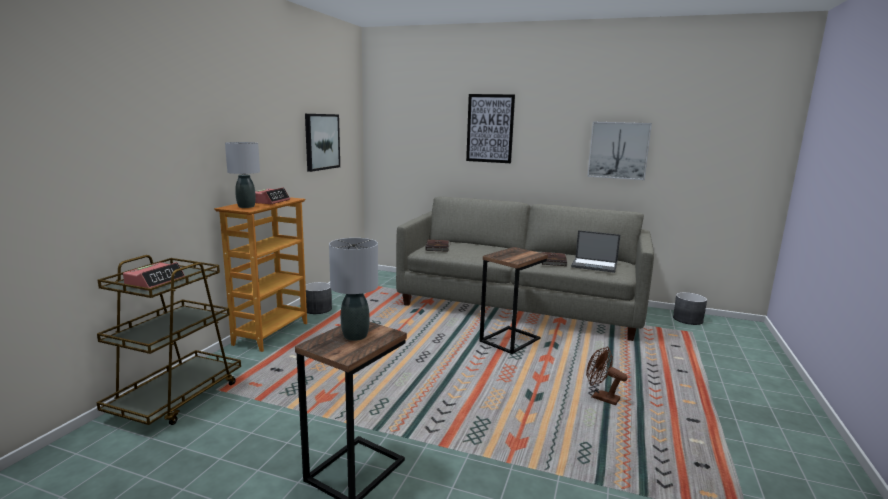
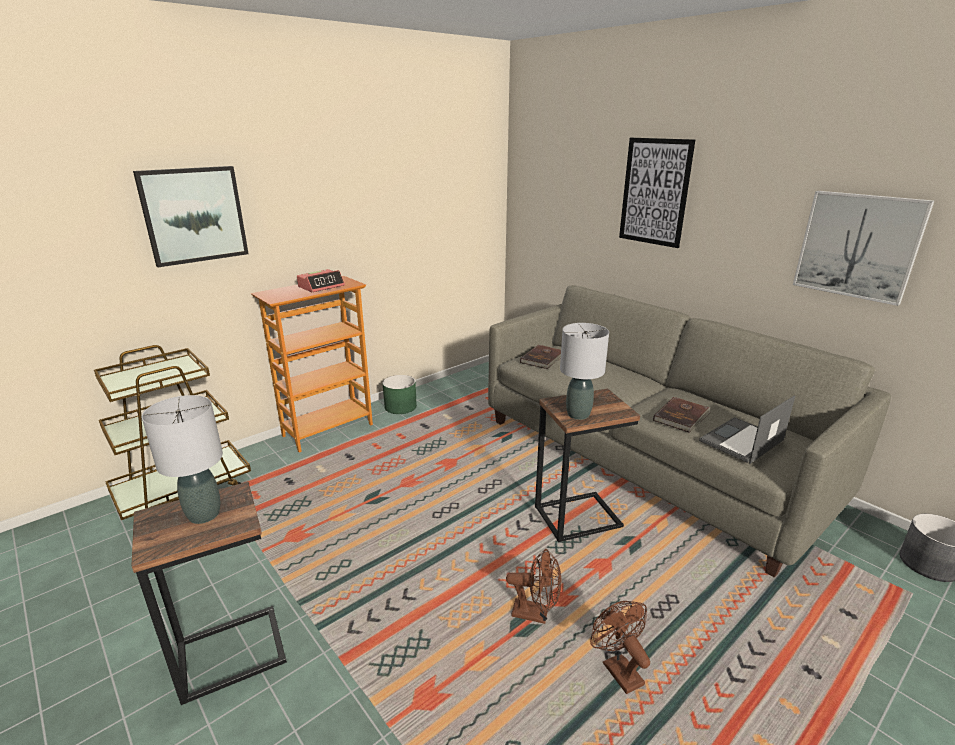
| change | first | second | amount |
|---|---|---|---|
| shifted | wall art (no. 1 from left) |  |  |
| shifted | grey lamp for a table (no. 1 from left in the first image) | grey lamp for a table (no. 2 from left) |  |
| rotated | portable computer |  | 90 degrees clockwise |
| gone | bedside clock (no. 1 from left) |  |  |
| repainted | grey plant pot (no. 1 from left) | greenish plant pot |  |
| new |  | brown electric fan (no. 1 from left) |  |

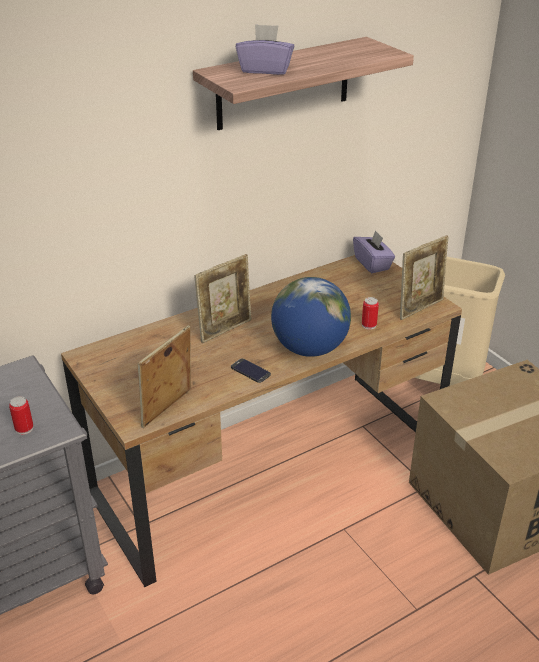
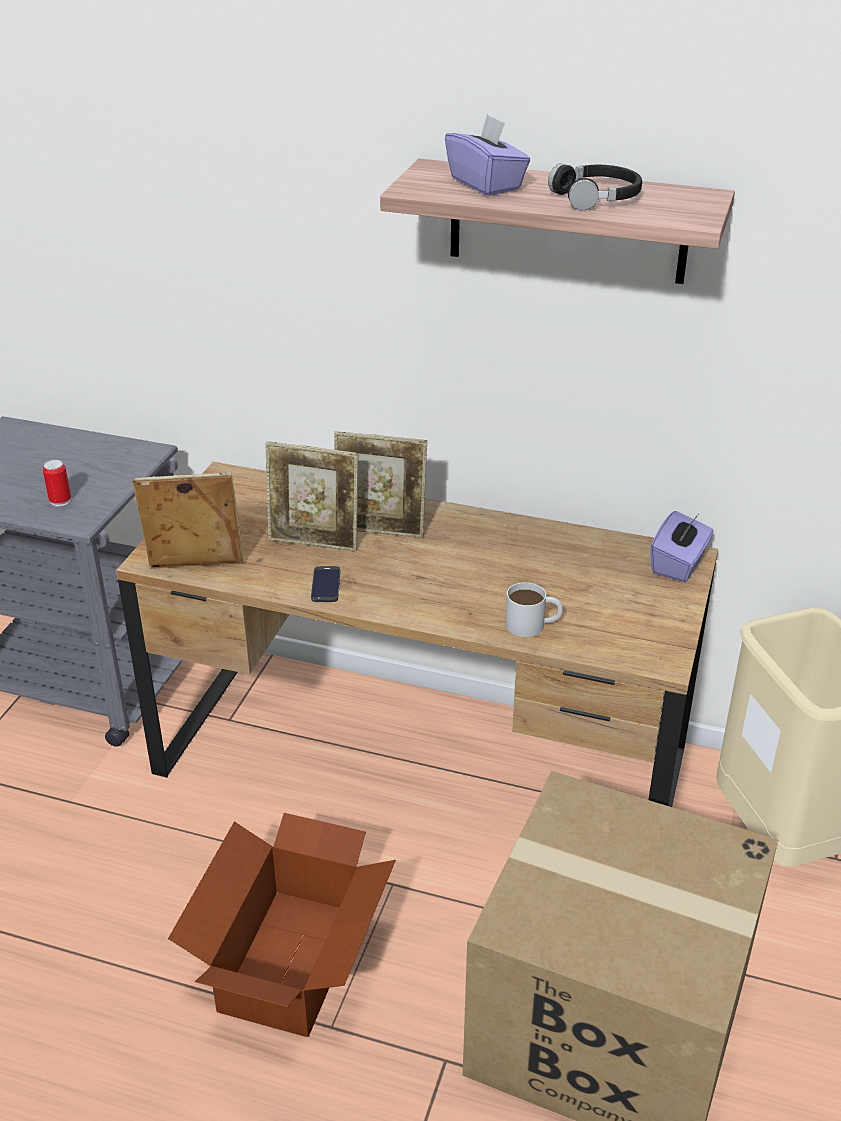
| change | first | second | amount |
|---|---|---|---|
| shifted | photo frame (no. 3 from left in the first image) | photo frame (no. 2 from left) |  |
| gone | globe |  |  |
| swapped | sealed can (no. 2 from left) | white mug |  |
| new |  | blackish headset |  |
| new |  | carton (no. 1 from left) |  |

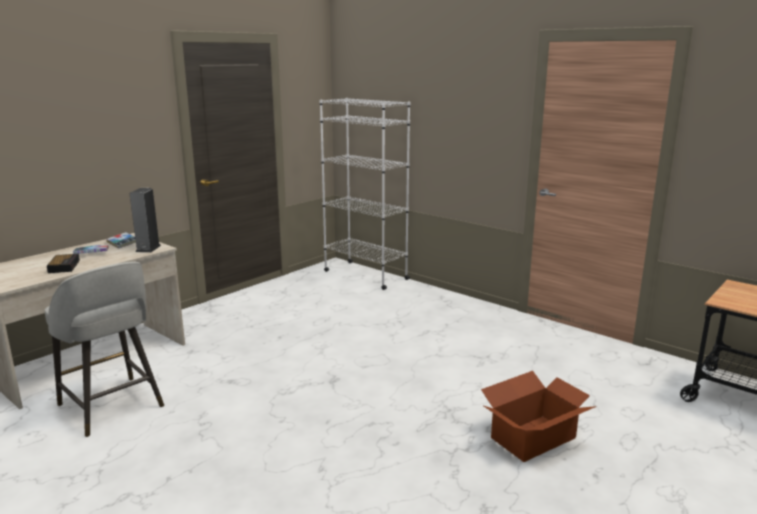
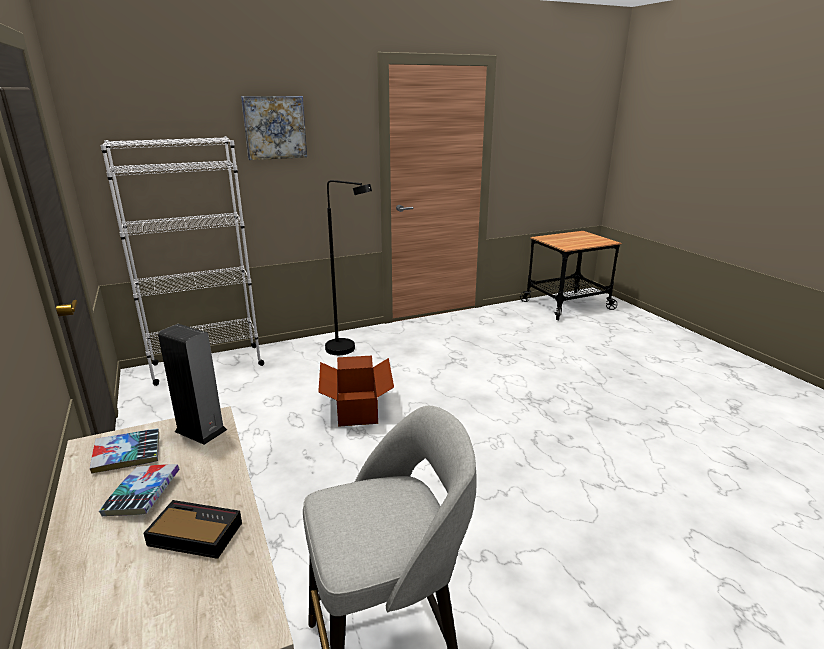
| change | first | second | amount |
|---|---|---|---|
| shifted | carton |  |  |
| new |  | wall art |  |
| new |  | blackish floor lamp |  |

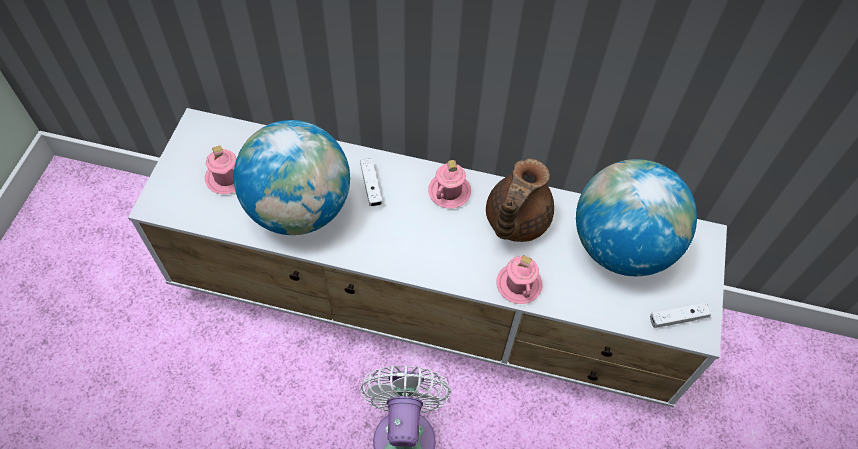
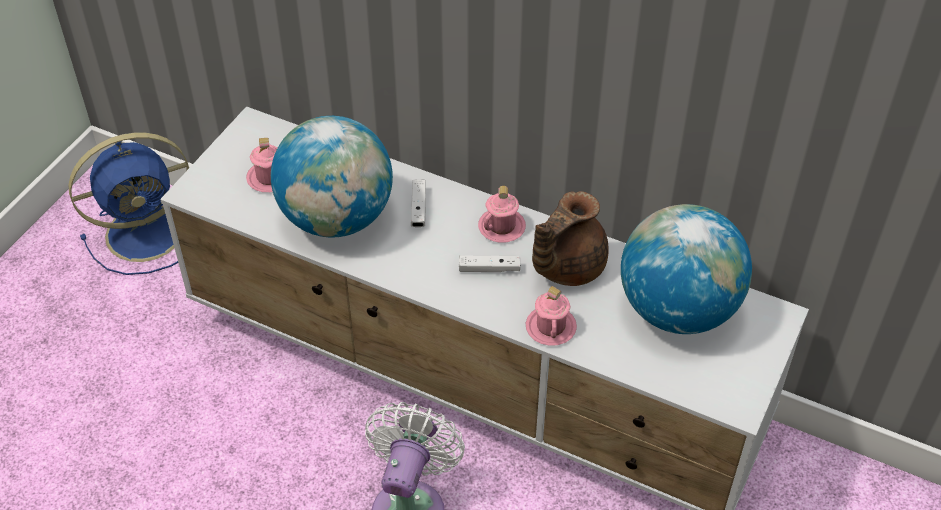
| change | first | second | amount |
|---|---|---|---|
| shifted | white gamepad (no. 2 from left) |  |  |
| new |  | blue-coloured electric fan |  |

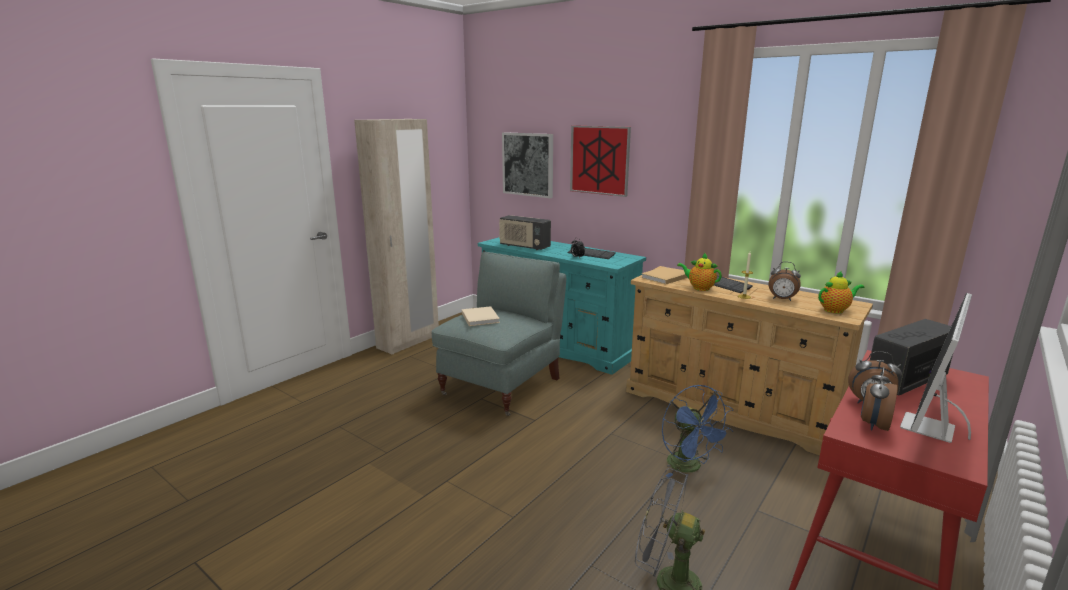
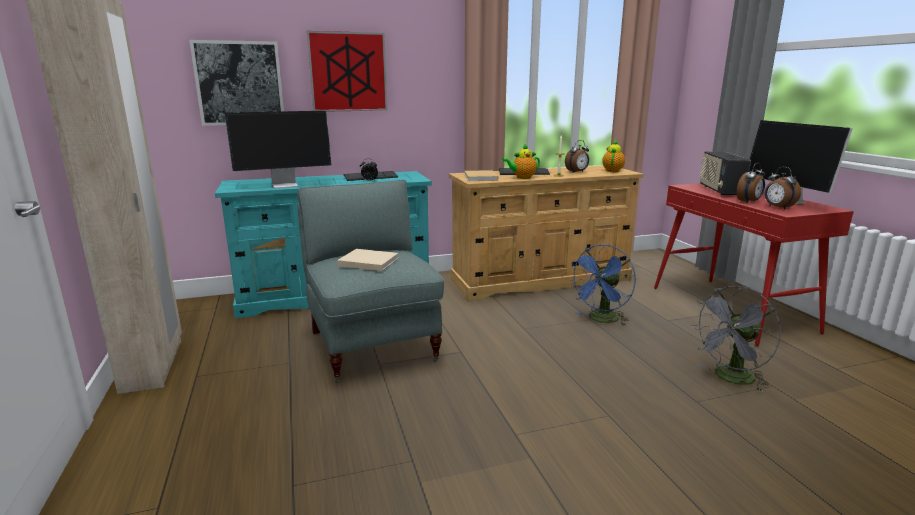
| change | first | second | amount |
|---|---|---|---|
| swapped | radio receiver (no. 1 from left) | monitor (no. 1 from left) |  |
| rotated | blue-coloured electric fan |  | 120 degrees clockwise |

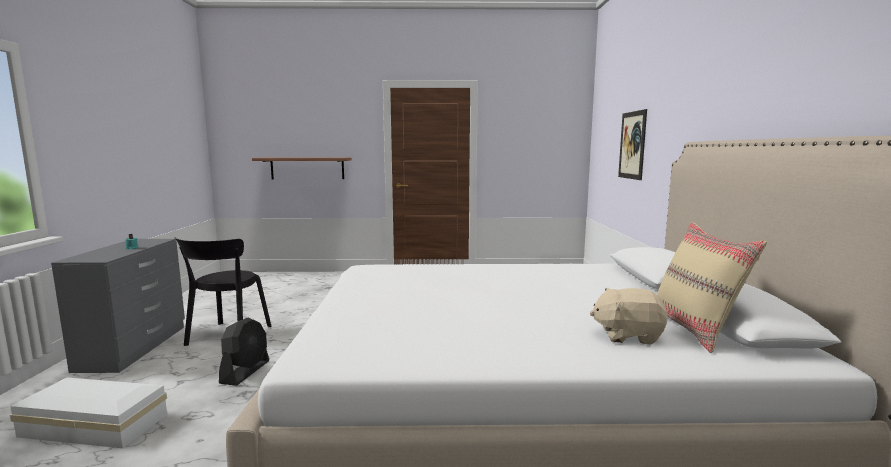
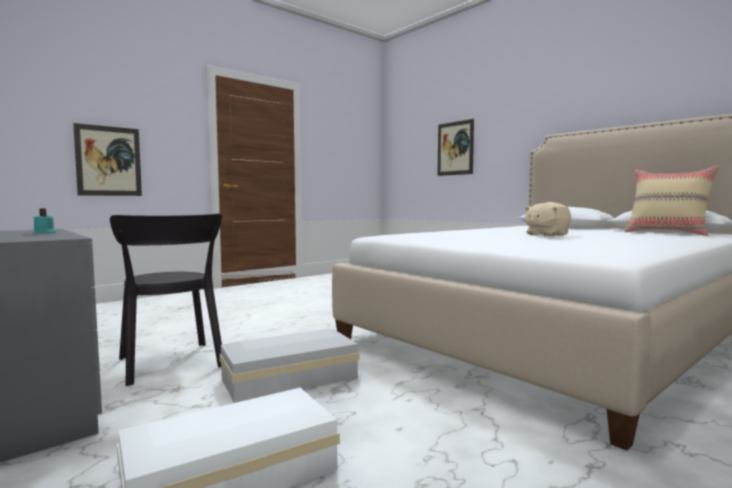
| change | first | second | amount |
|---|---|---|---|
| swapped | shelf | wall art (no. 1 from left) |  |
| shifted | sand-coloured cuddly toy |  |  |
| swapped | blackish electric fan | white storage box (no. 2 from left) |  |

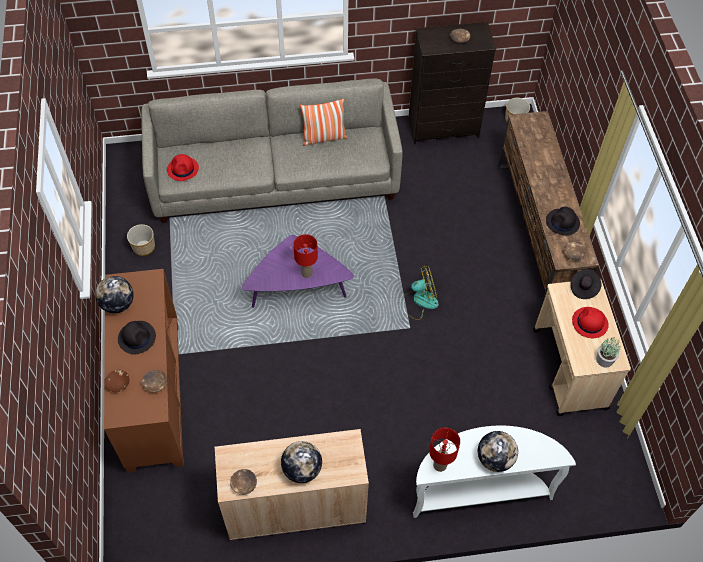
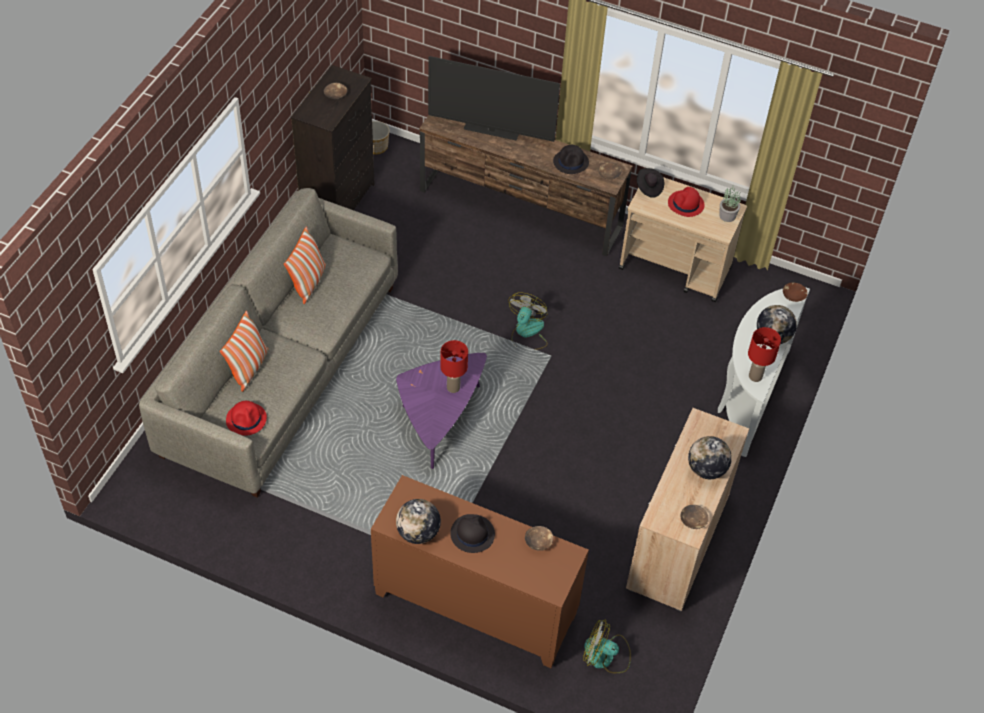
| change | first | second | amount |
|---|---|---|---|
| gone | plant pot (no. 1 from left) |  |  |
| shifted | brown deep dish (no. 1 from left in the first image) | brown deep dish (no. 5 from left) |  |
| new |  | TV |  |
| new |  | cushion (no. 1 from left) |  |
| new |  | electric fan (no. 2 from left) |  |

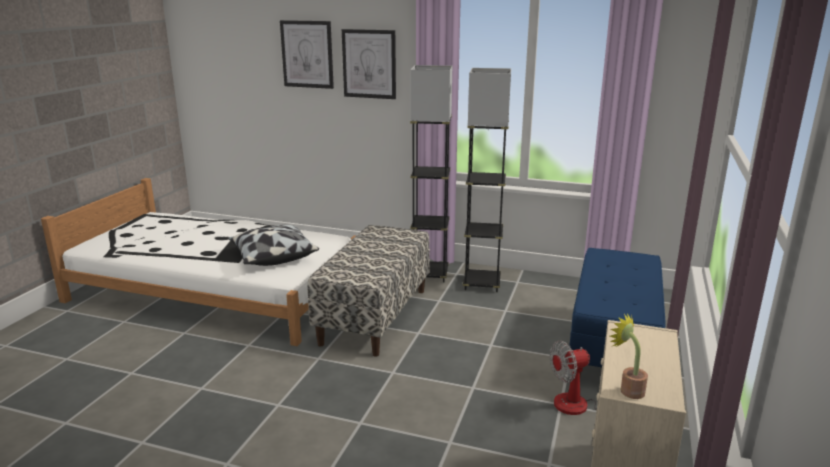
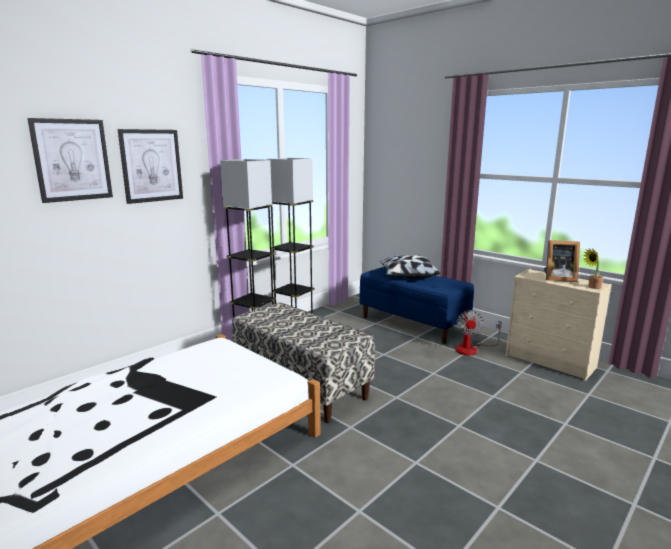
| change | first | second | amount |
|---|---|---|---|
| shifted | cushion |  |  |
| new |  | photo frame |  |

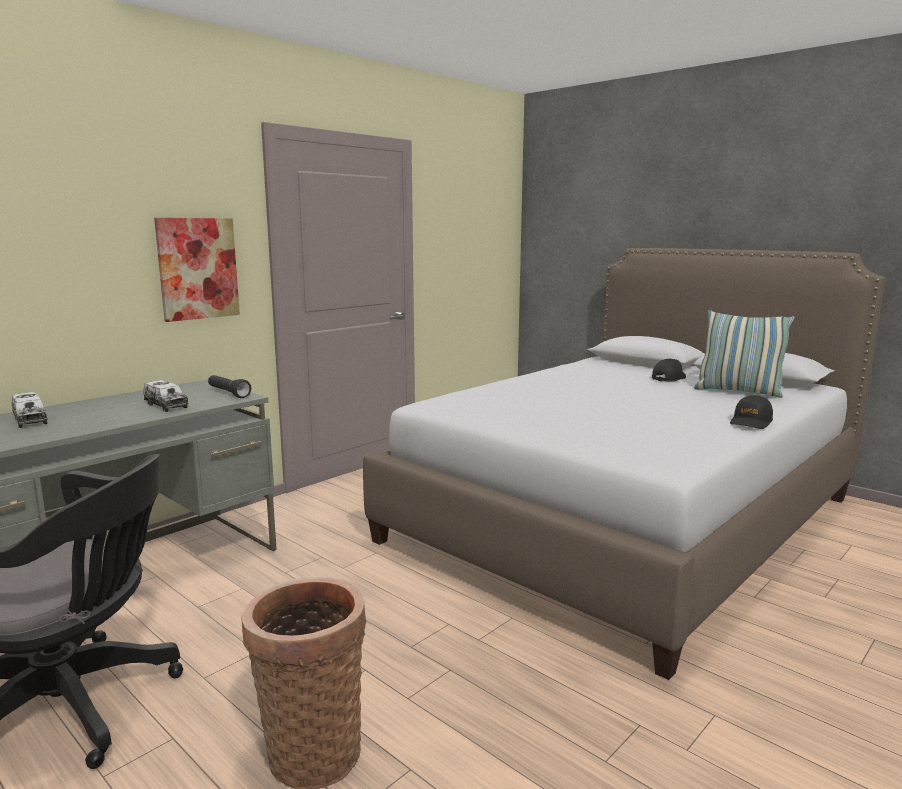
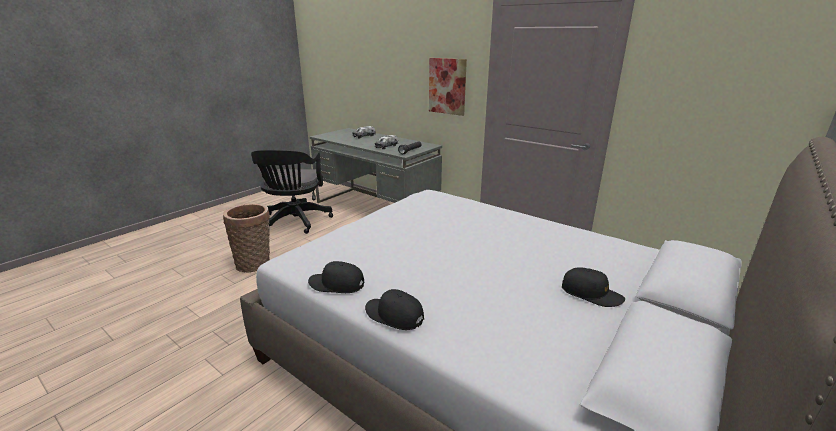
| change | first | second | amount |
|---|---|---|---|
| gone | cushion |  |  |
| new |  | blackish cap (no. 1 from left) |  |

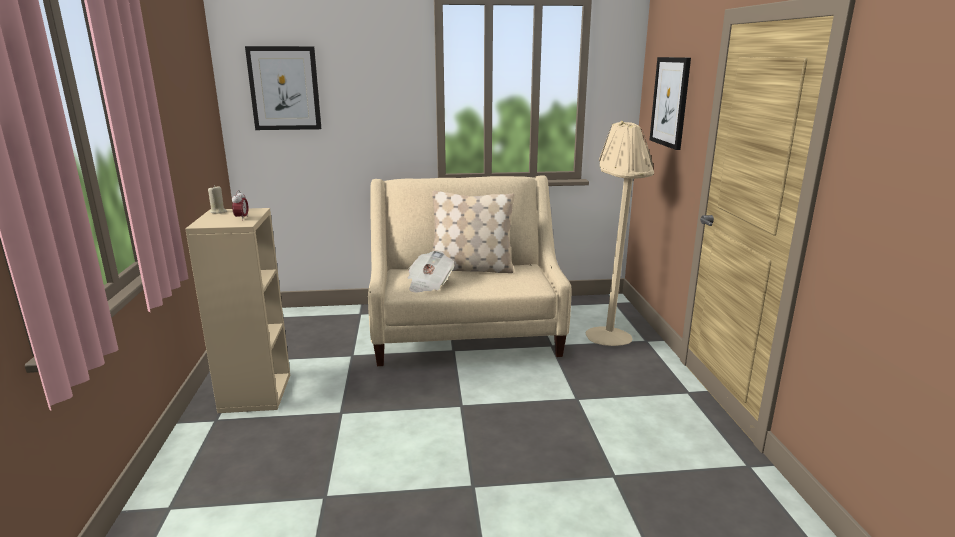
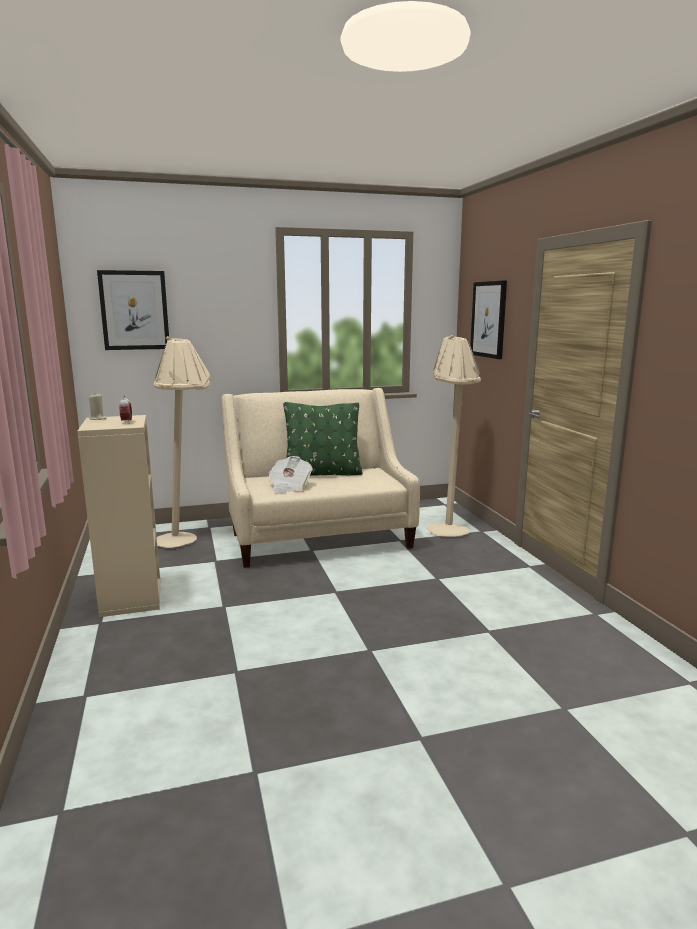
| change | first | second | amount |
|---|---|---|---|
| repainted | sand-coloured cushion | greenish cushion |  |
| new |  | sand-coloured floor lamp (no. 1 from left) |  |

